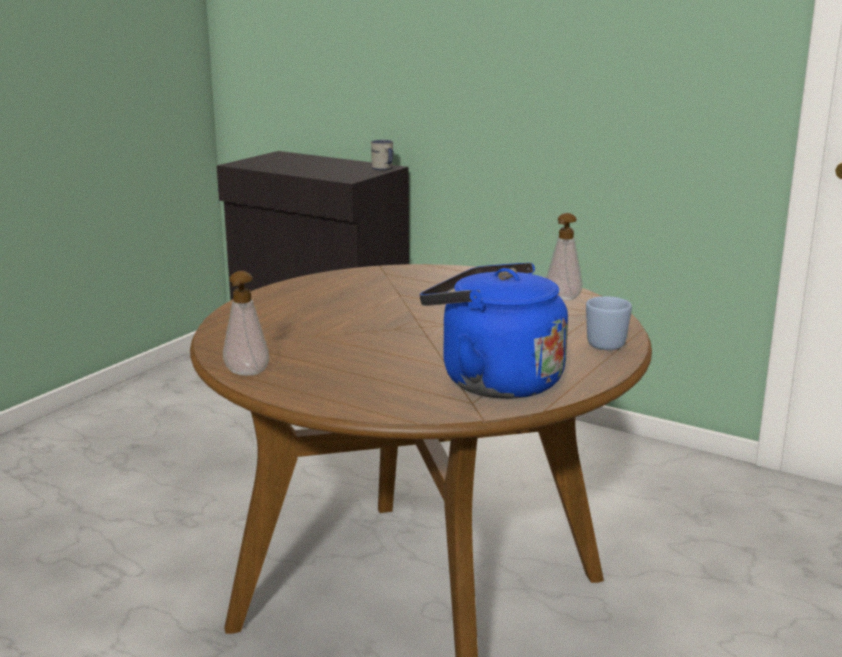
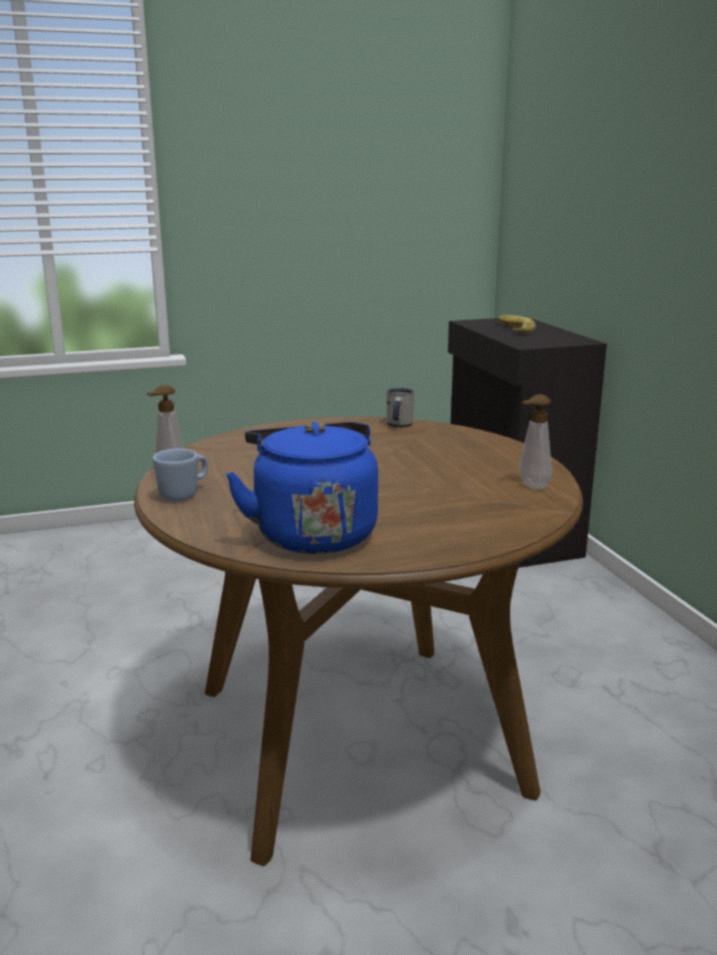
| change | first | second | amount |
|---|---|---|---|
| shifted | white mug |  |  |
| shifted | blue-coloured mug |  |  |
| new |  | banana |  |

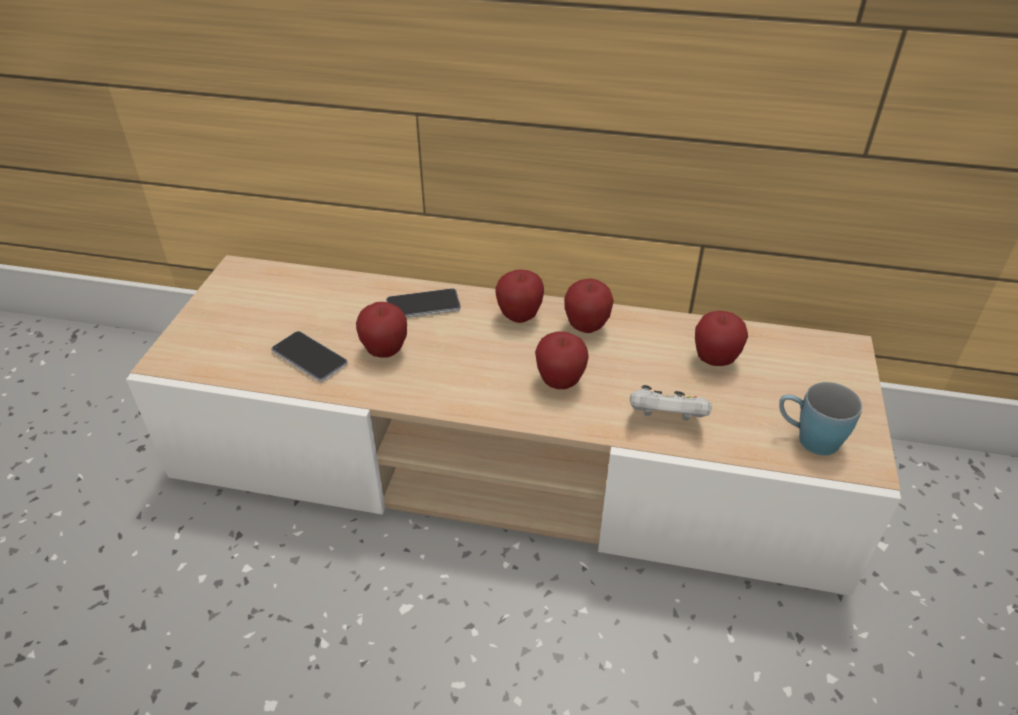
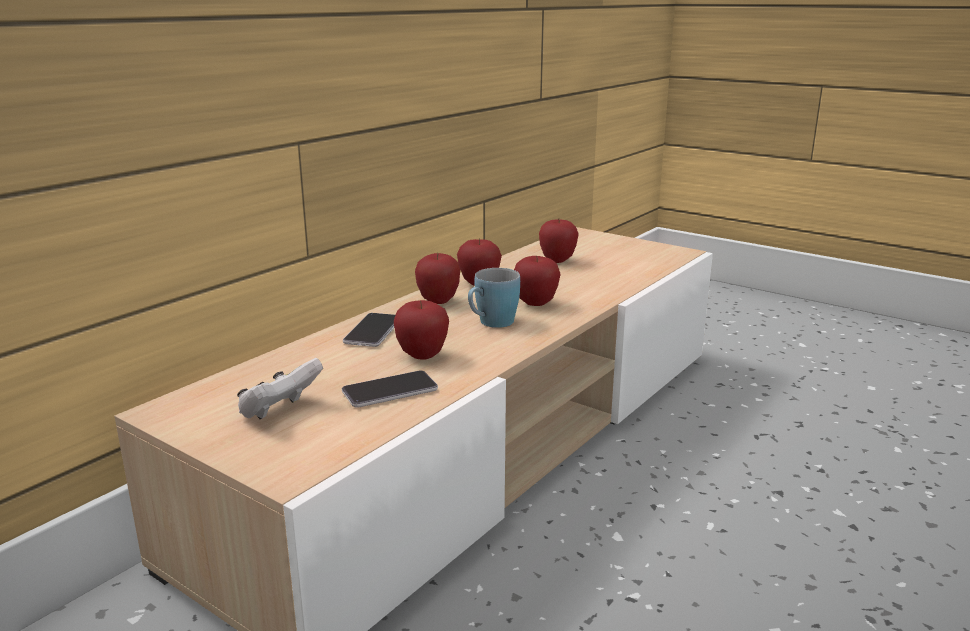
| change | first | second | amount |
|---|---|---|---|
| shifted | blue-coloured mug |  |  |
| shifted | white gamepad |  |  |

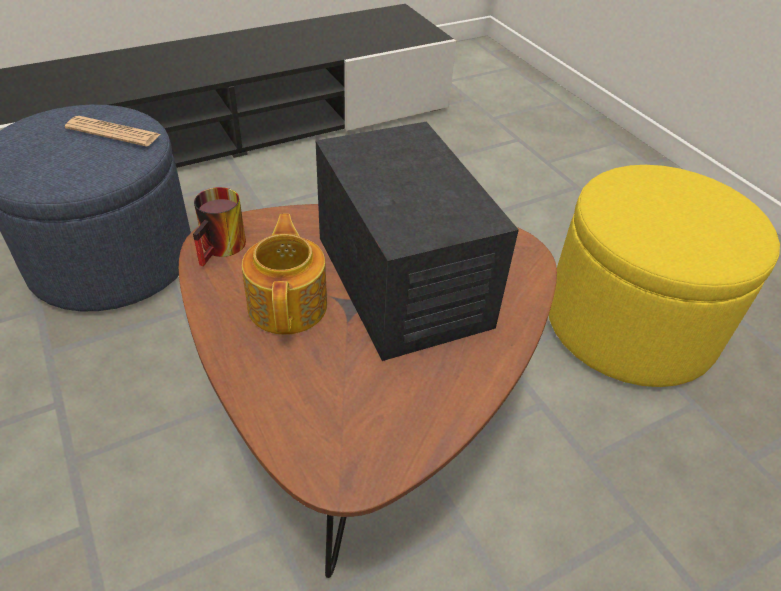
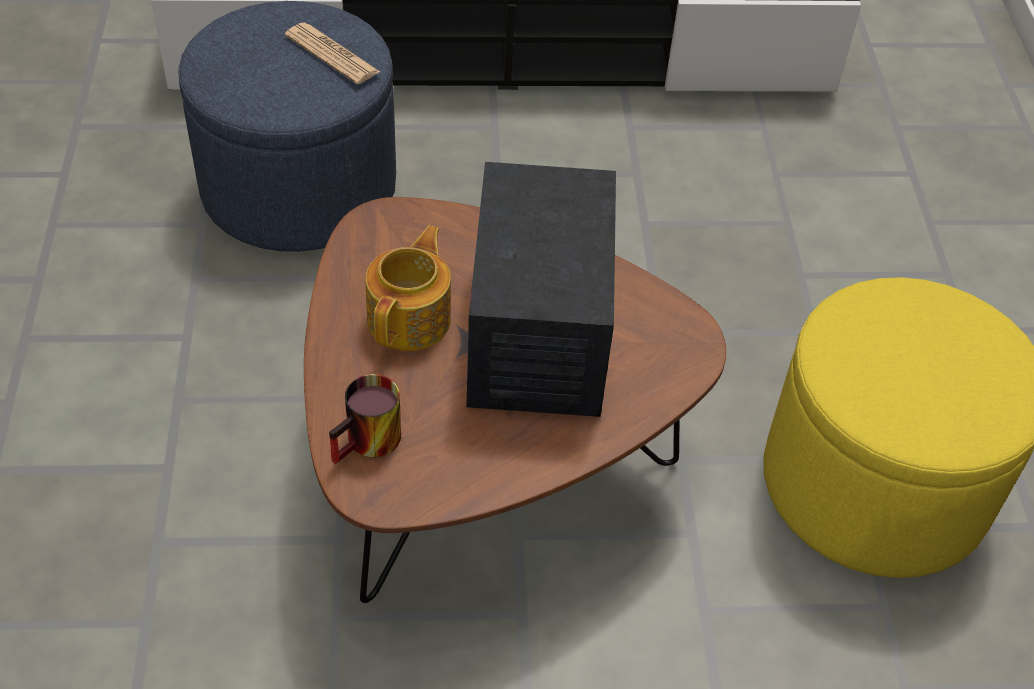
| change | first | second | amount |
|---|---|---|---|
| shifted | mug |  |  |

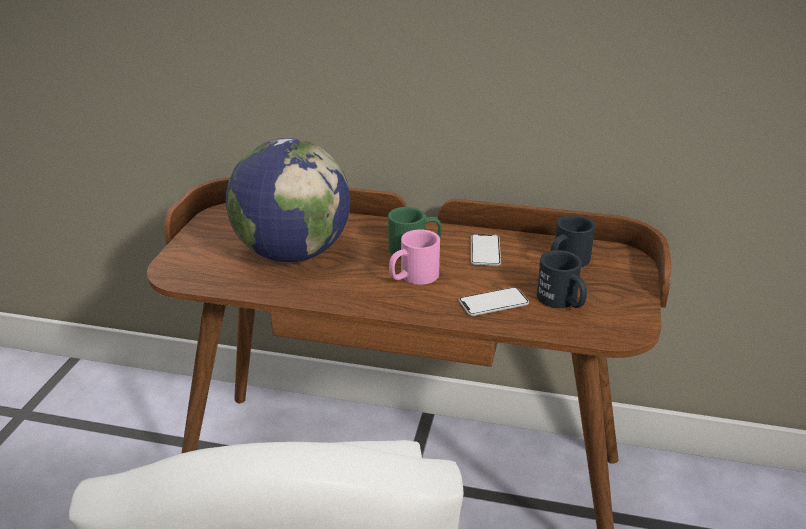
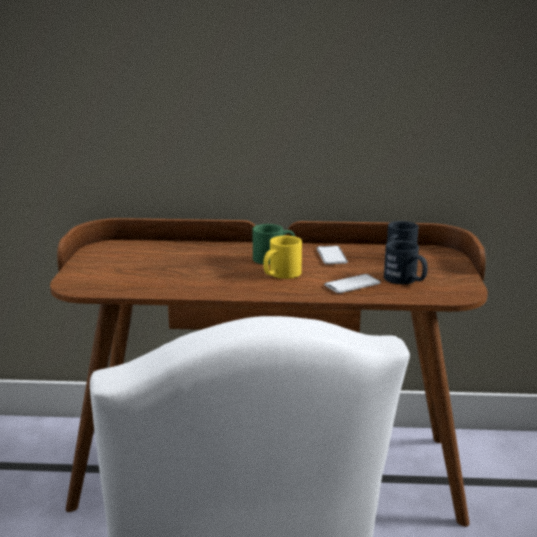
| change | first | second | amount |
|---|---|---|---|
| gone | globe |  |  |
| repainted | pink mug | yellow mug |  |

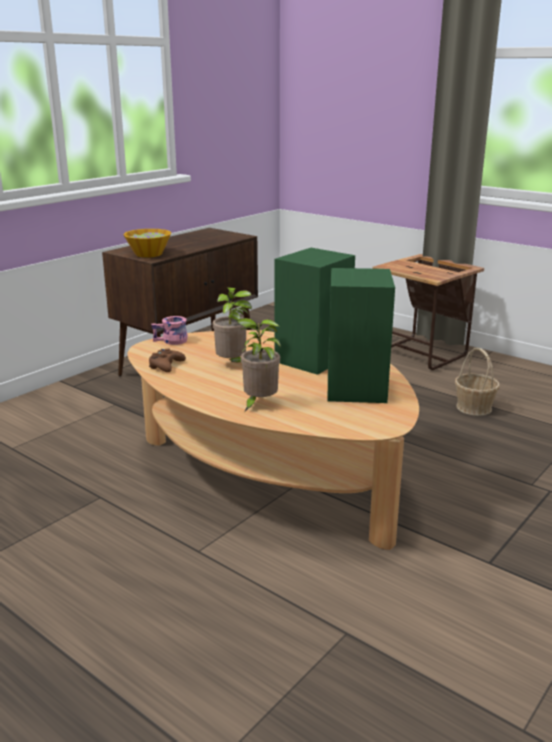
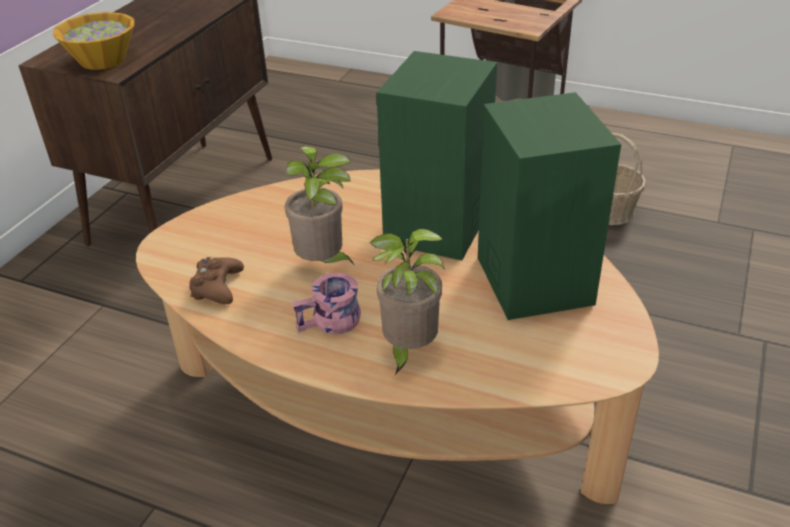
| change | first | second | amount |
|---|---|---|---|
| shifted | pink mug |  |  |

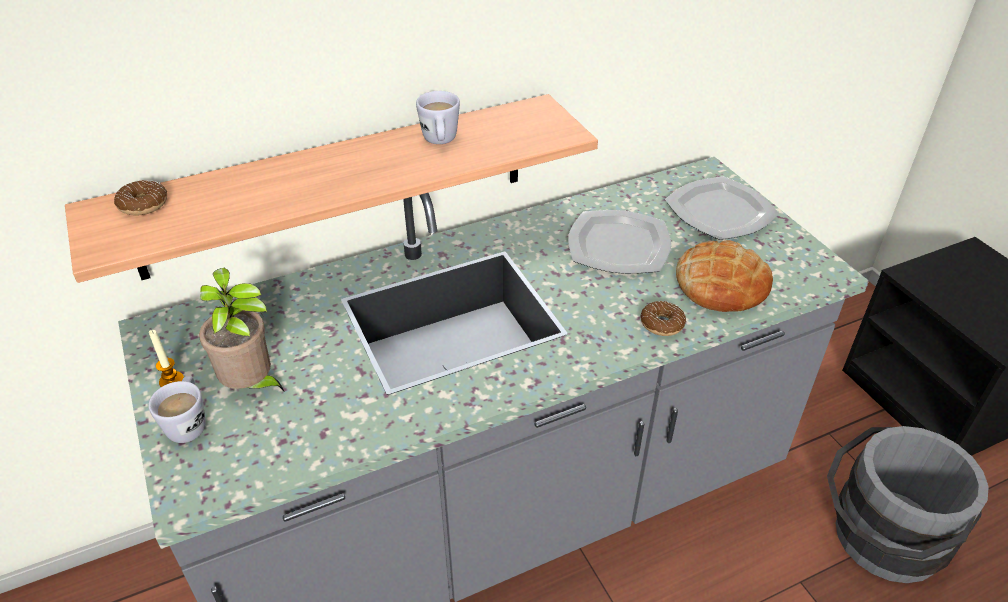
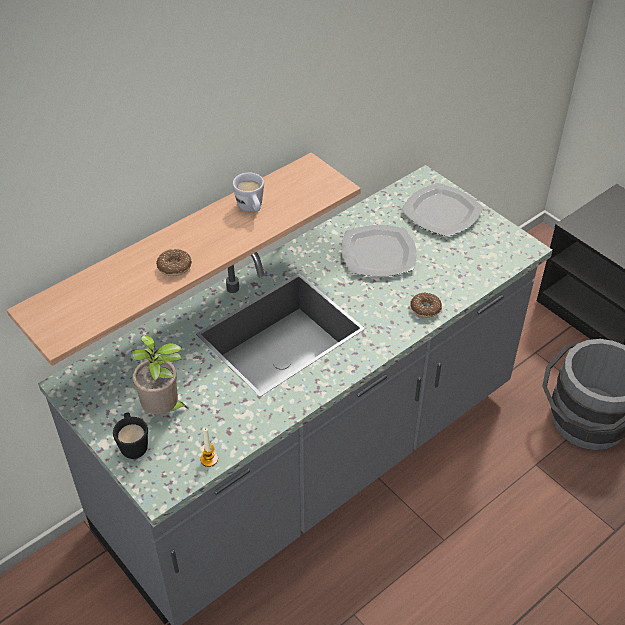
| change | first | second | amount |
|---|---|---|---|
| shifted | donut (no. 1 from left) |  |  |
| gone | baked bread |  |  |
| shifted | wax light |  |  |
| repainted | white mug (no. 1 from left) | blackish mug |  |

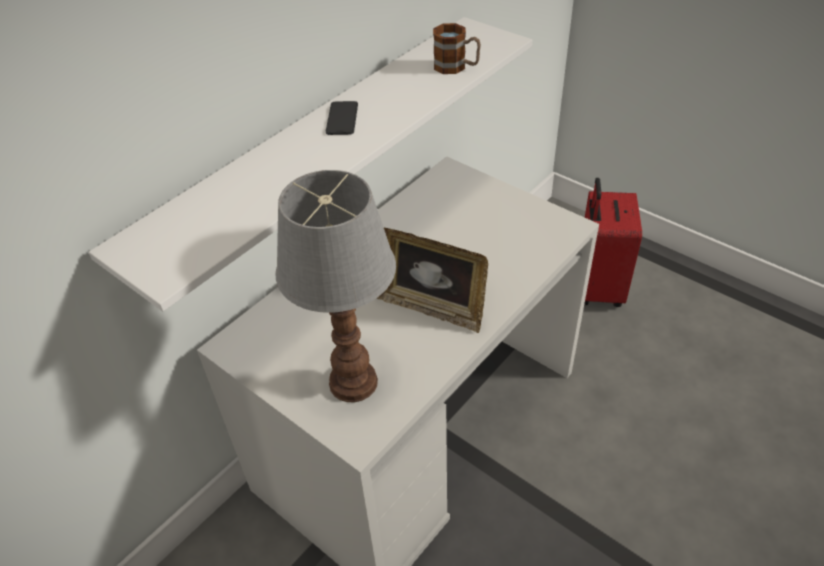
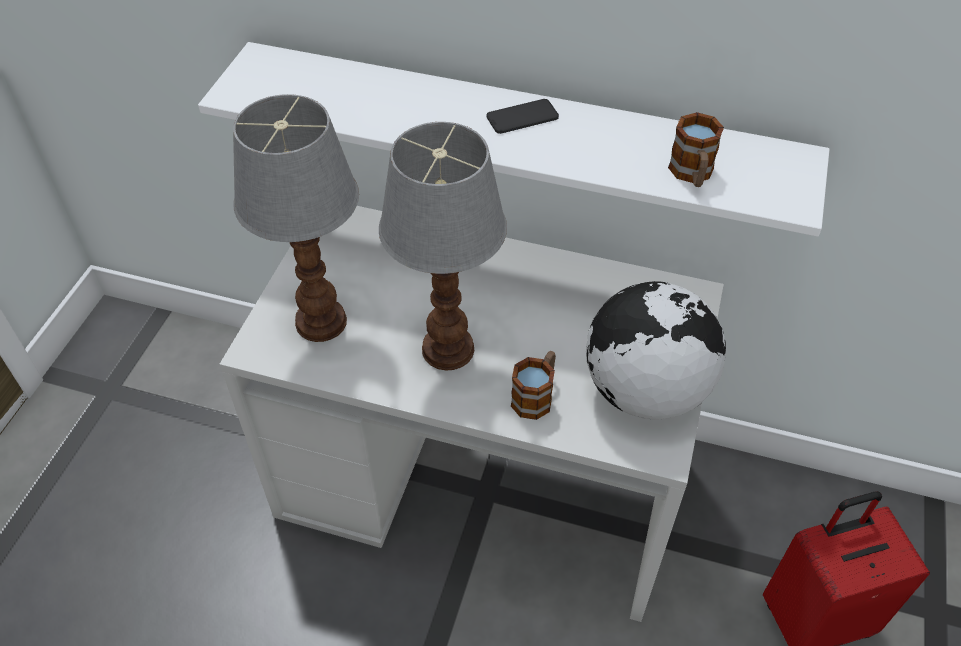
| change | first | second | amount |
|---|---|---|---|
| swapped | photo frame | lamp for a table (no. 2 from left) |  |
| new |  | globe |  |
| new |  | mug (no. 1 from left) |  |

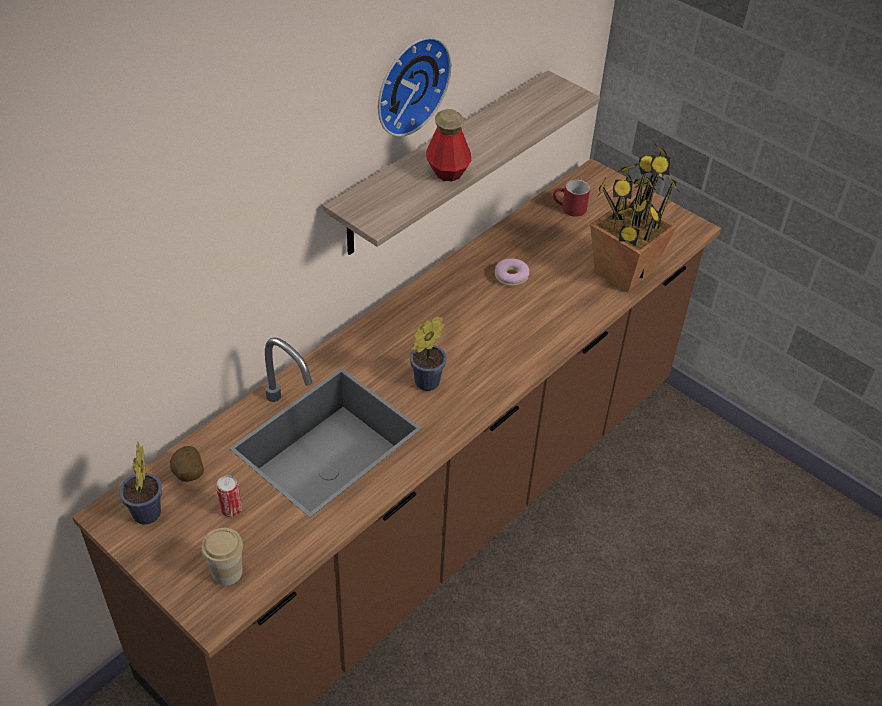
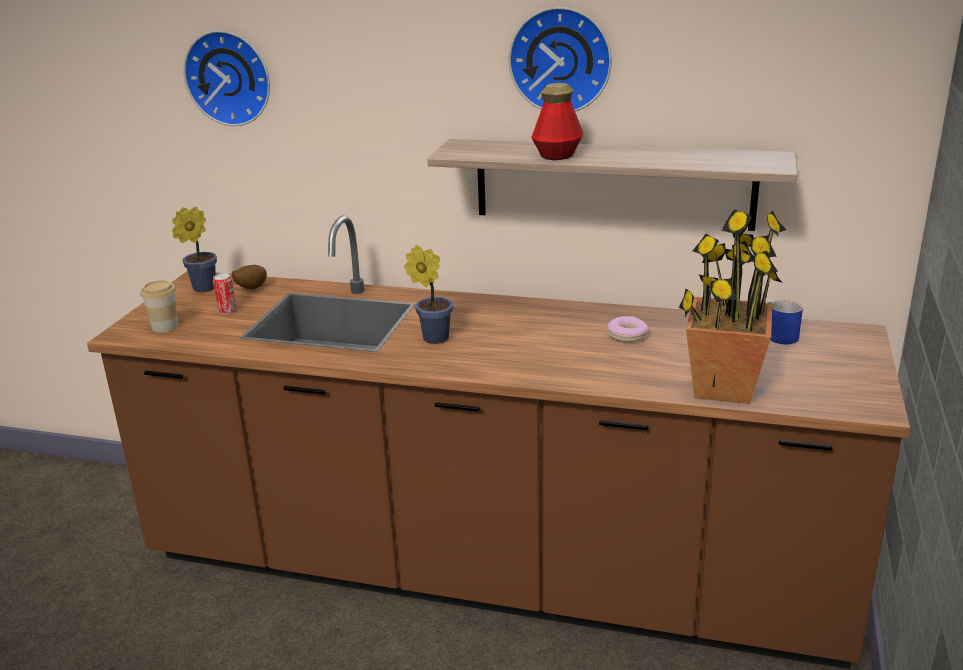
| change | first | second | amount |
|---|---|---|---|
| repainted | red mug | blue-coloured mug |  |
| new |  | hanging clock (no. 1 from left) |  |

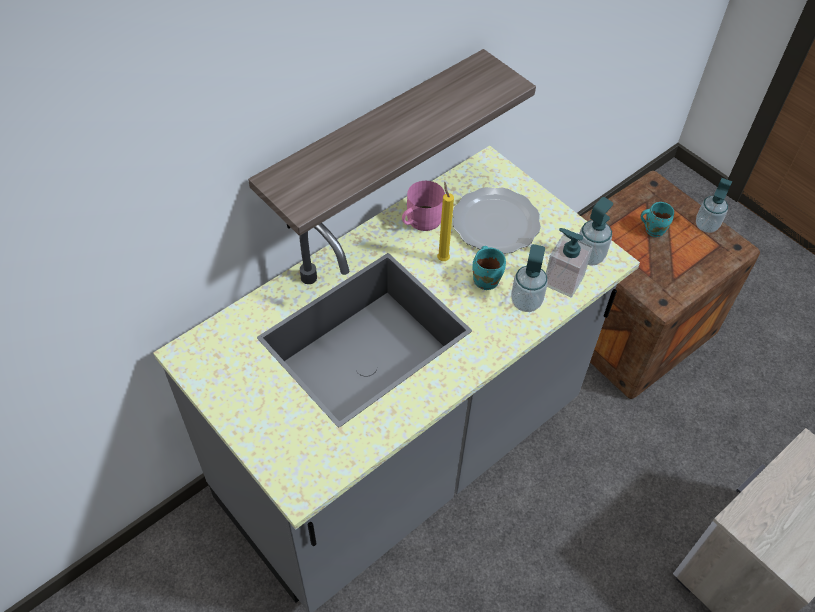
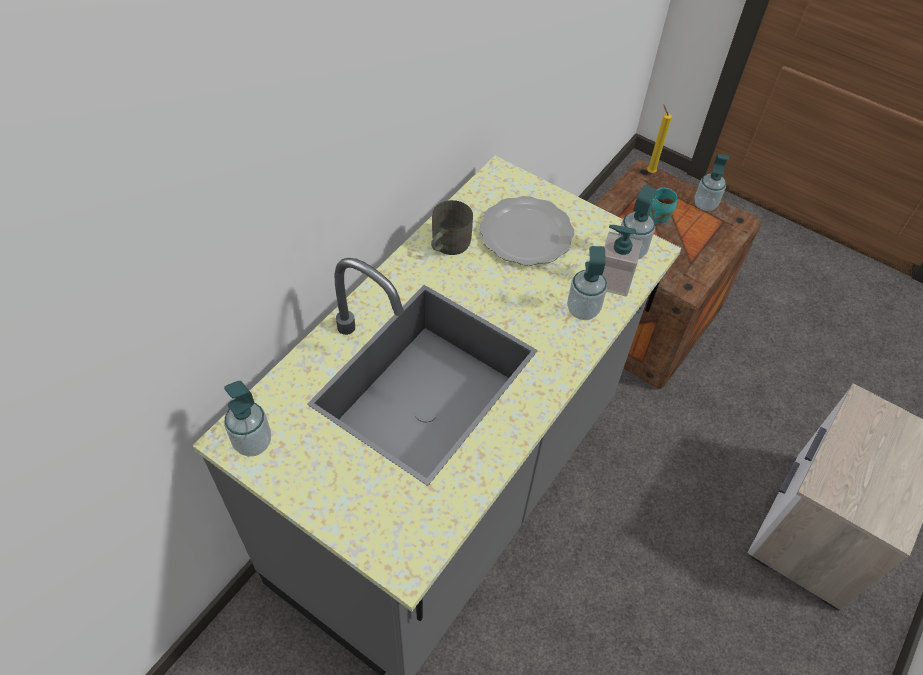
| change | first | second | amount |
|---|---|---|---|
| gone | shelf |  |  |
| repainted | pink mug | grey mug |  |
| shifted | yellow wax light |  |  |
| gone | blue-green mug (no. 1 from left) |  |  |
| new |  | liquid soap bottle (no. 1 from left) |  |

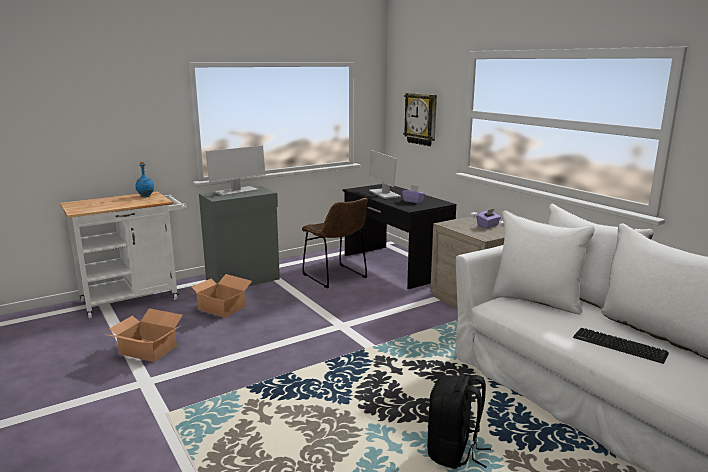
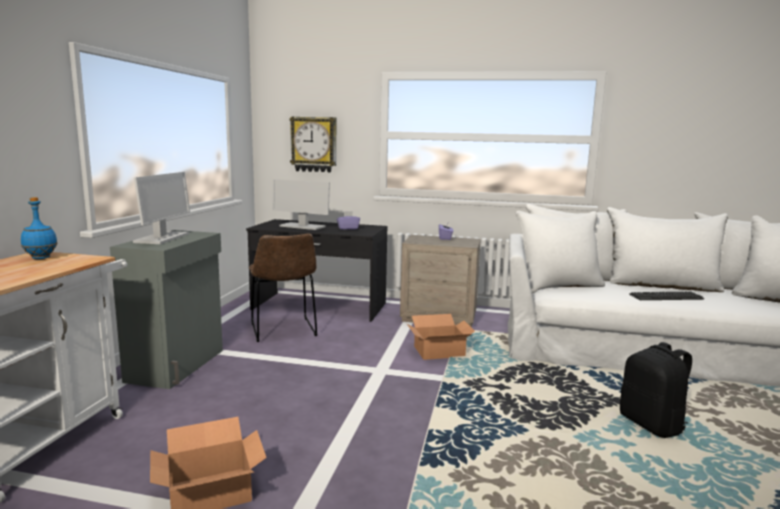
| change | first | second | amount |
|---|---|---|---|
| rotated | brown plain chair |  | 60 degrees clockwise |
| shifted | carton (no. 2 from left) |  |  |

